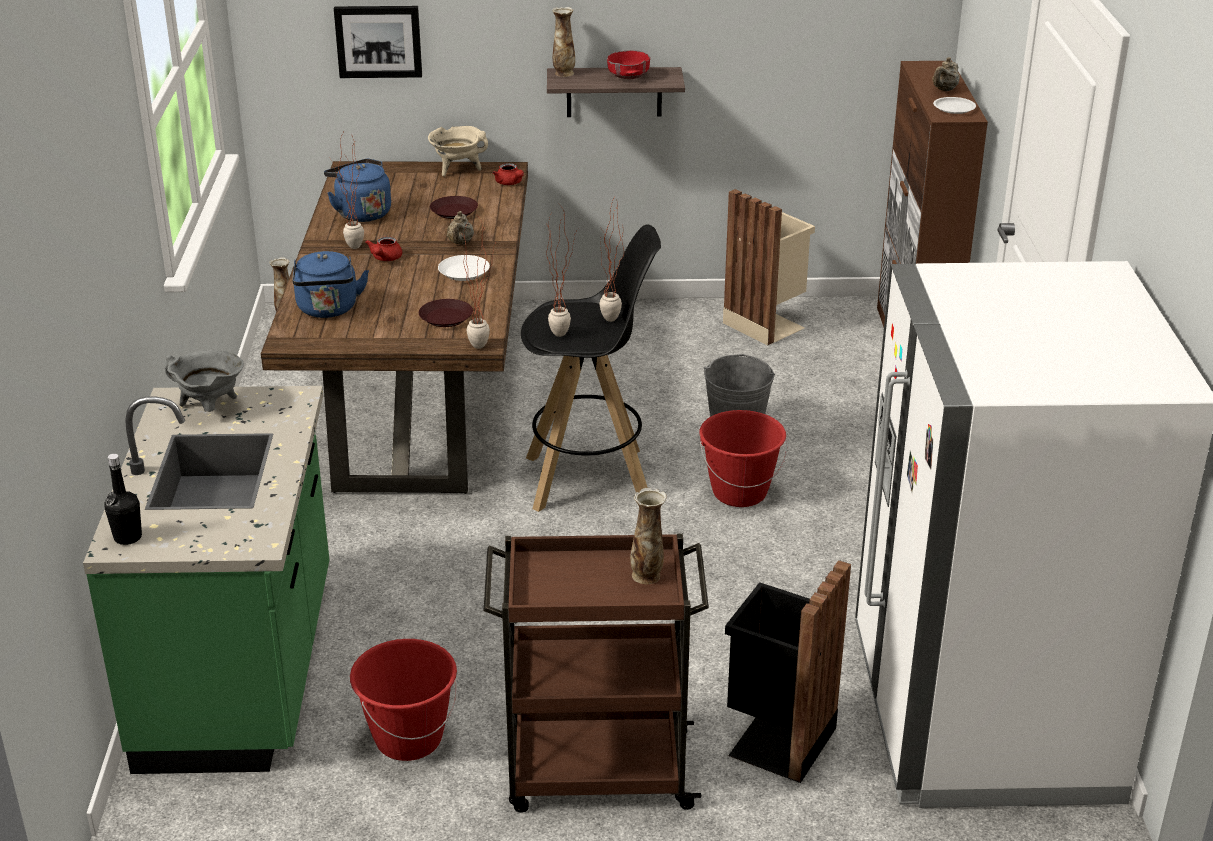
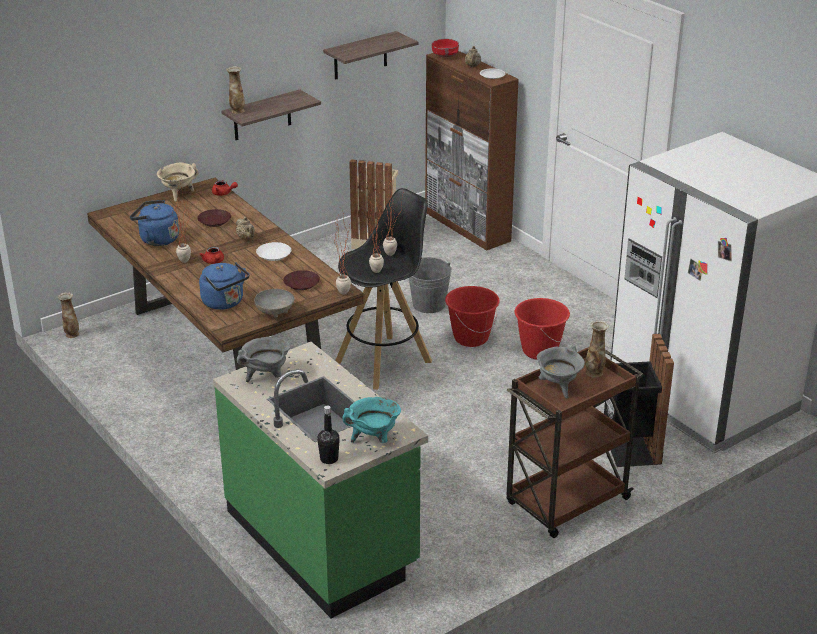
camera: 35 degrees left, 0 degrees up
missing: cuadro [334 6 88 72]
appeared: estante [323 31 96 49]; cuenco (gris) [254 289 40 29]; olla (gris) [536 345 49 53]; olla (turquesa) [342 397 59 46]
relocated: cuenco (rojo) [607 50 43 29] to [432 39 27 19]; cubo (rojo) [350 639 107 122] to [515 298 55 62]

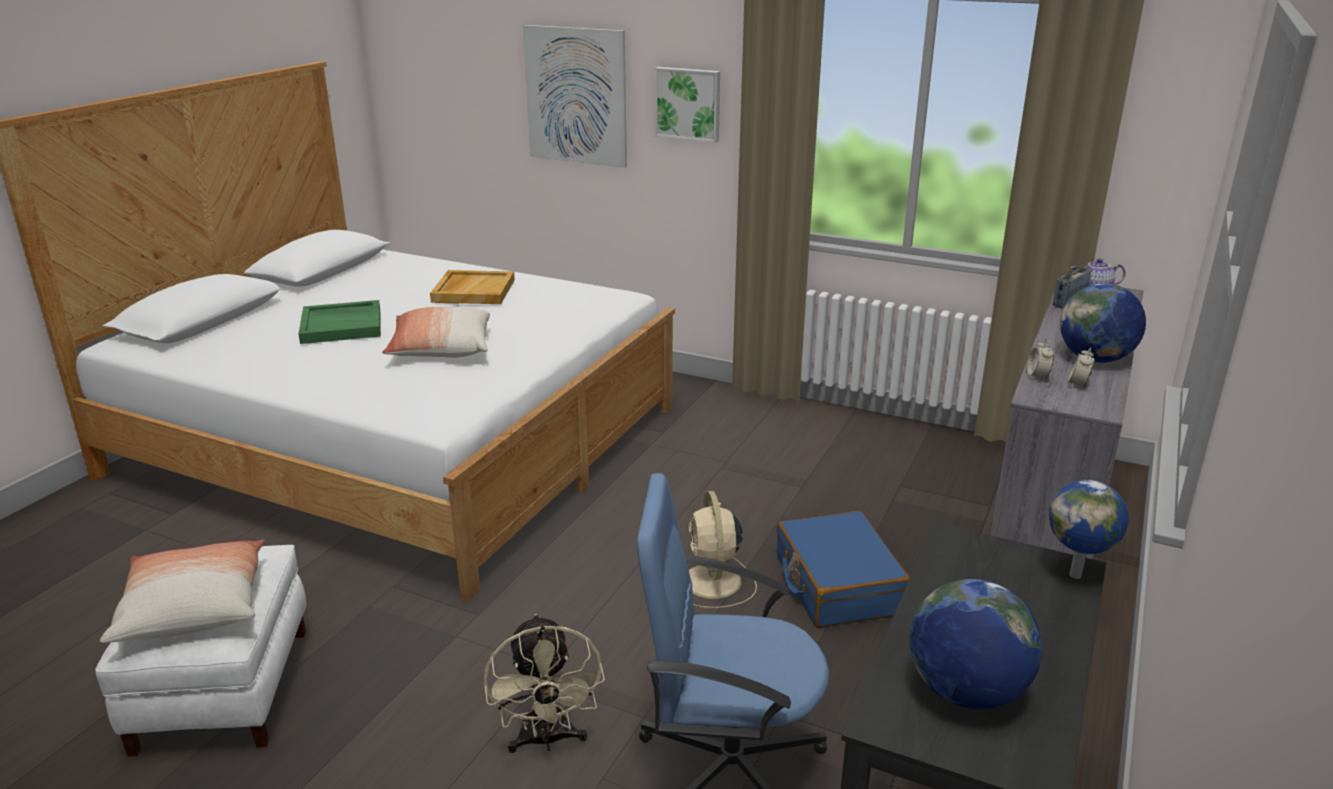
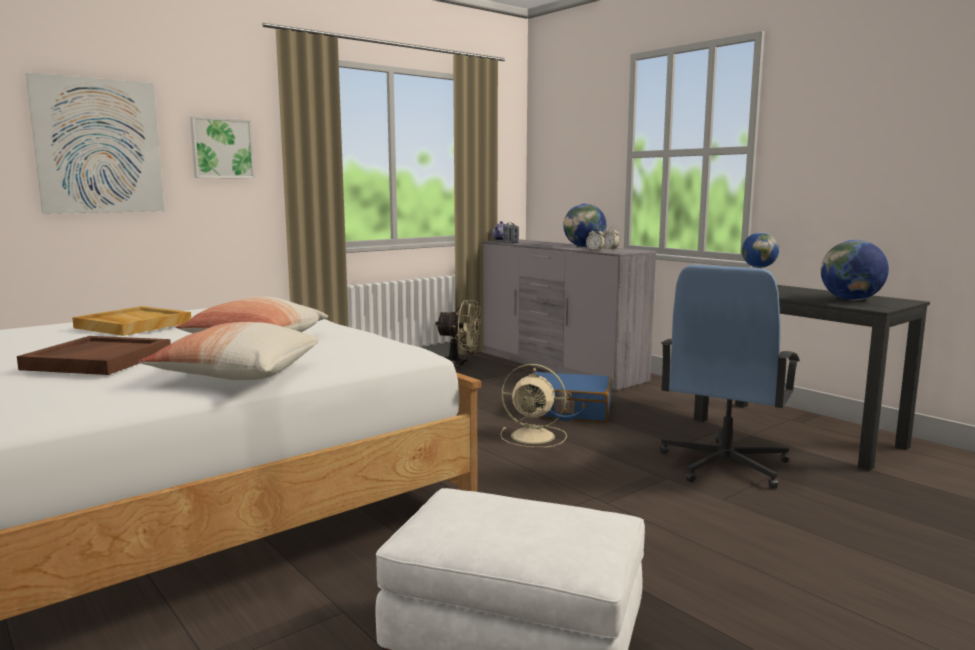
camera: 65 degrees left, 15 degrees down
relocated: cojín [100 540 165 103] to [139 322 180 58]; ventilador (beis) [484 614 121 139] to [436 300 46 70]
colour: bandeja (verde) [298 300 83 44] to bandeja (marrón) [17 336 154 39]

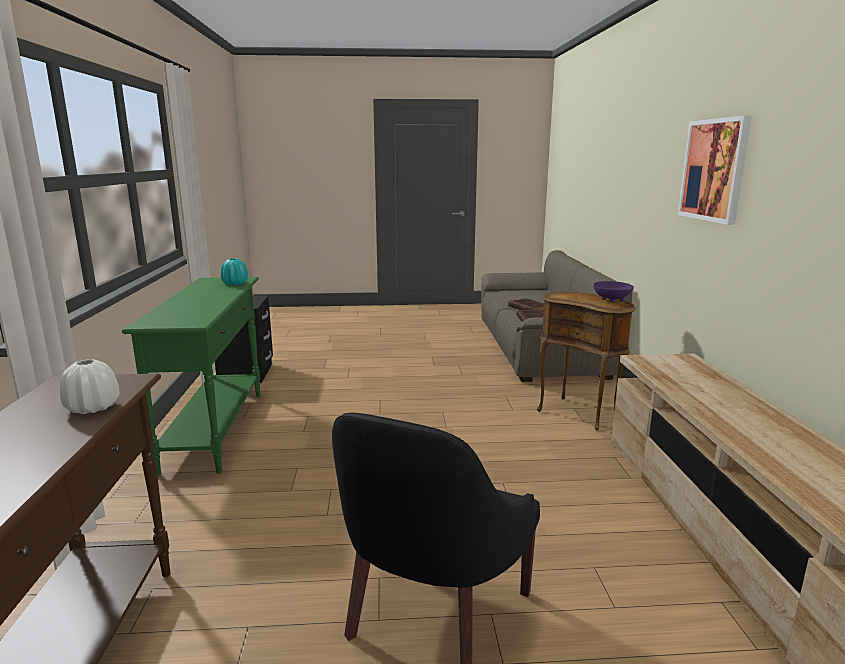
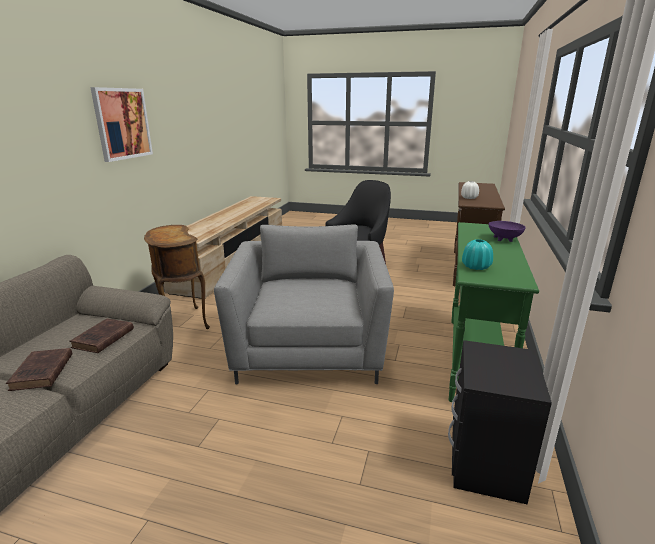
camera: 160 degrees left, 5 degrees up
appeared: sillón (gris) [214 225 180 160]
relocated: cuenco (morado) [594 281 40 22] to [488 221 38 21]

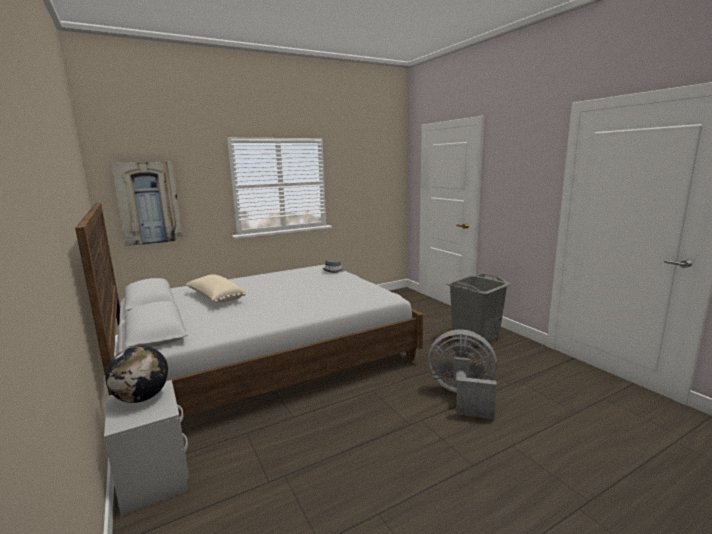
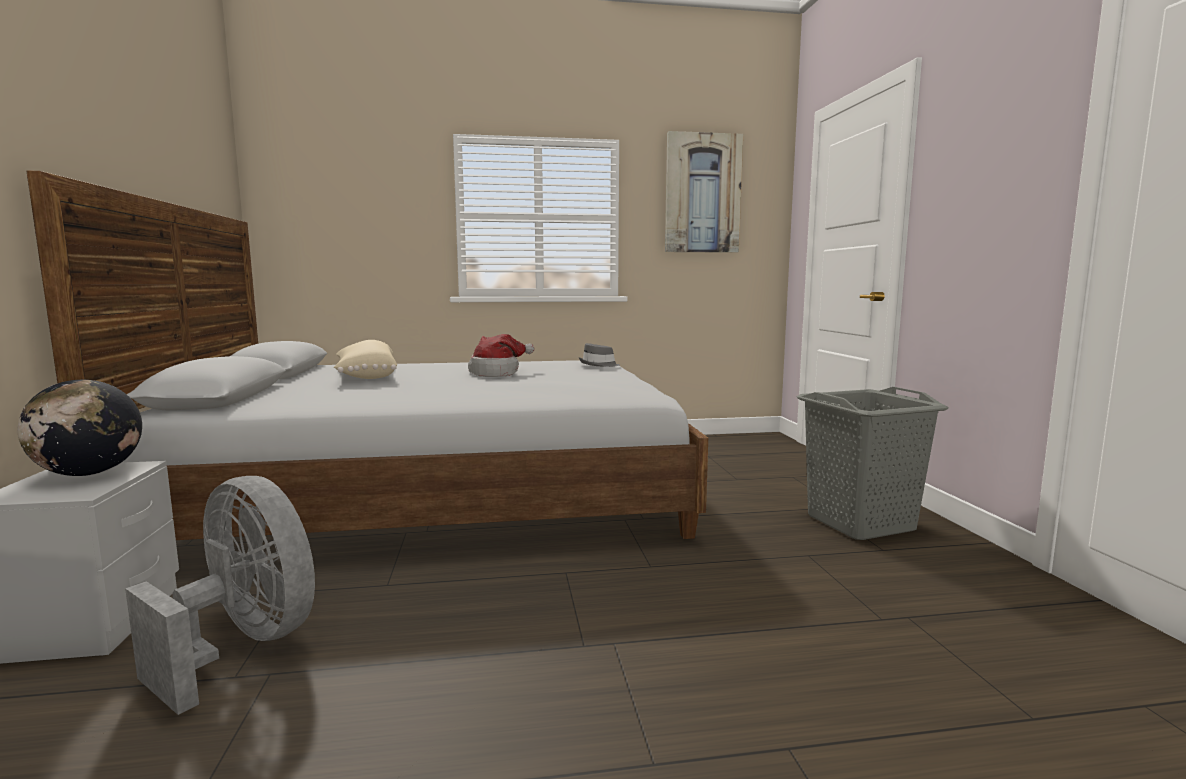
camera: 20 degrees right, 5 degrees down
appeared: sombrero [468 334 67 43]
relocated: cuadro [111 162 72 84] to [665 131 78 122]; ventilador (gris) [428 330 69 89] to [125 476 190 239]

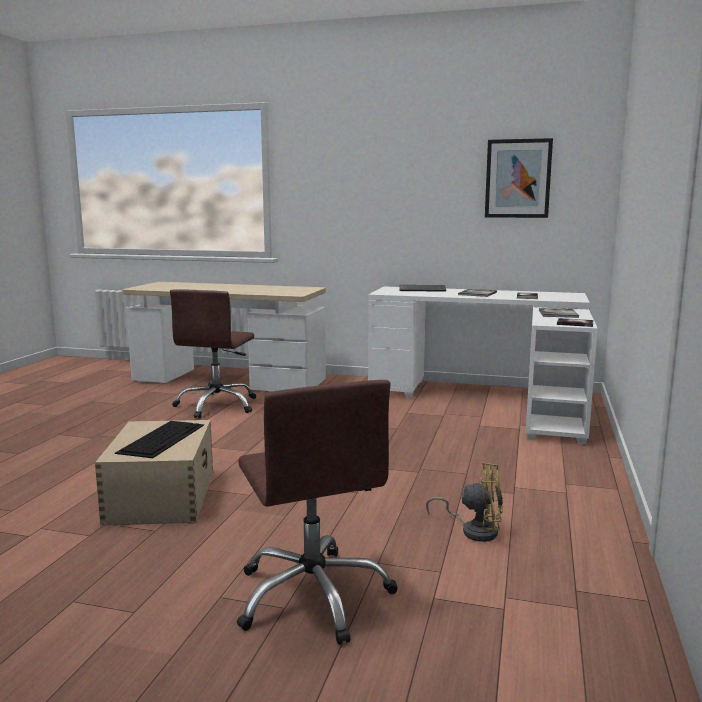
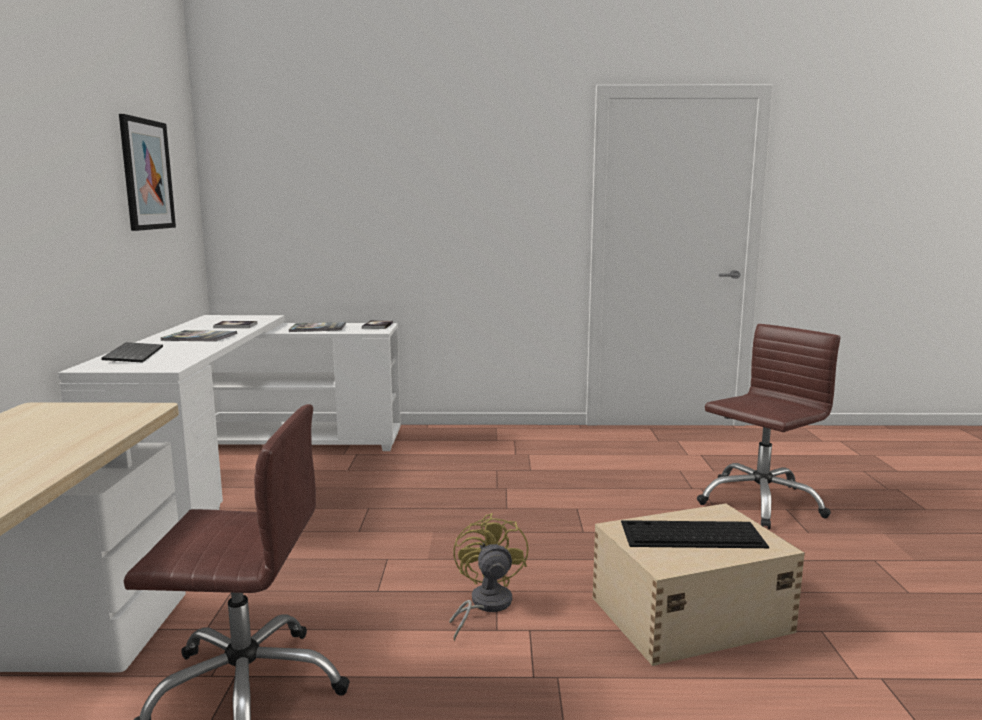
camera: 105 degrees left, 0 degrees up
relocated: ventilador (amarillo) [426 462 77 80] to [449 513 80 128]

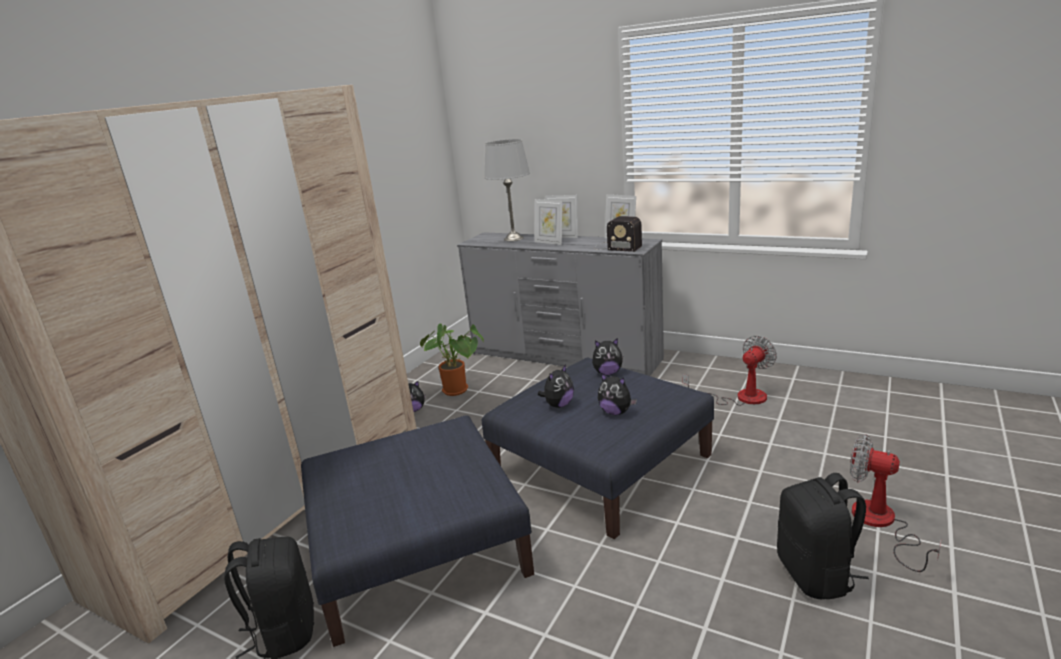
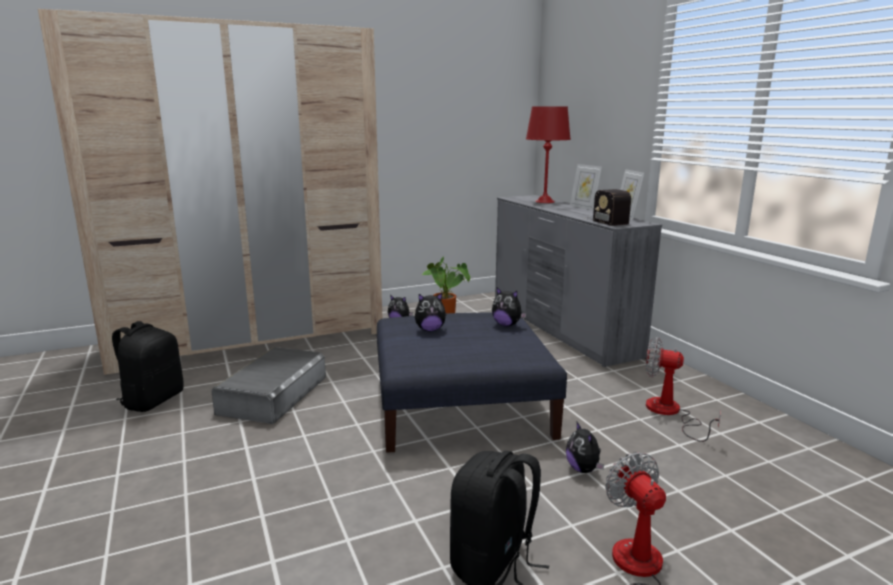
camera: 35 degrees right, 5 degrees down
missing: portarretratos [534 199 29 46]
relocated: peluche [598 373 39 42] to [566 422 38 51]
exchanged: puf (azul) [301 415 233 232] to caja de almacenaje (gris) [211 347 115 77]
colour: lámpara de mesa (gris) [484 139 46 102] to lámpara de mesa (rojo) [526 106 45 97]
spun: ventilador [682 336 95 70] = [646 337 75 105] 150 degrees counterclockwise

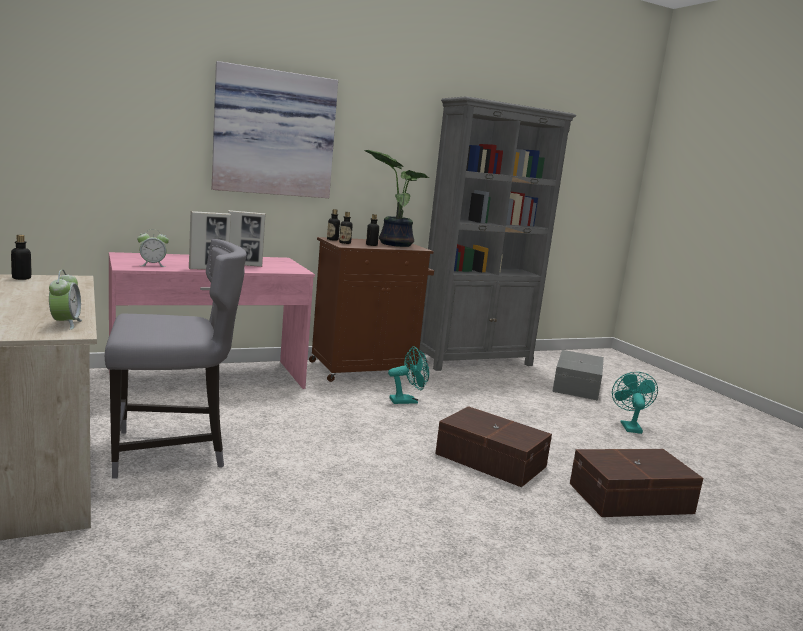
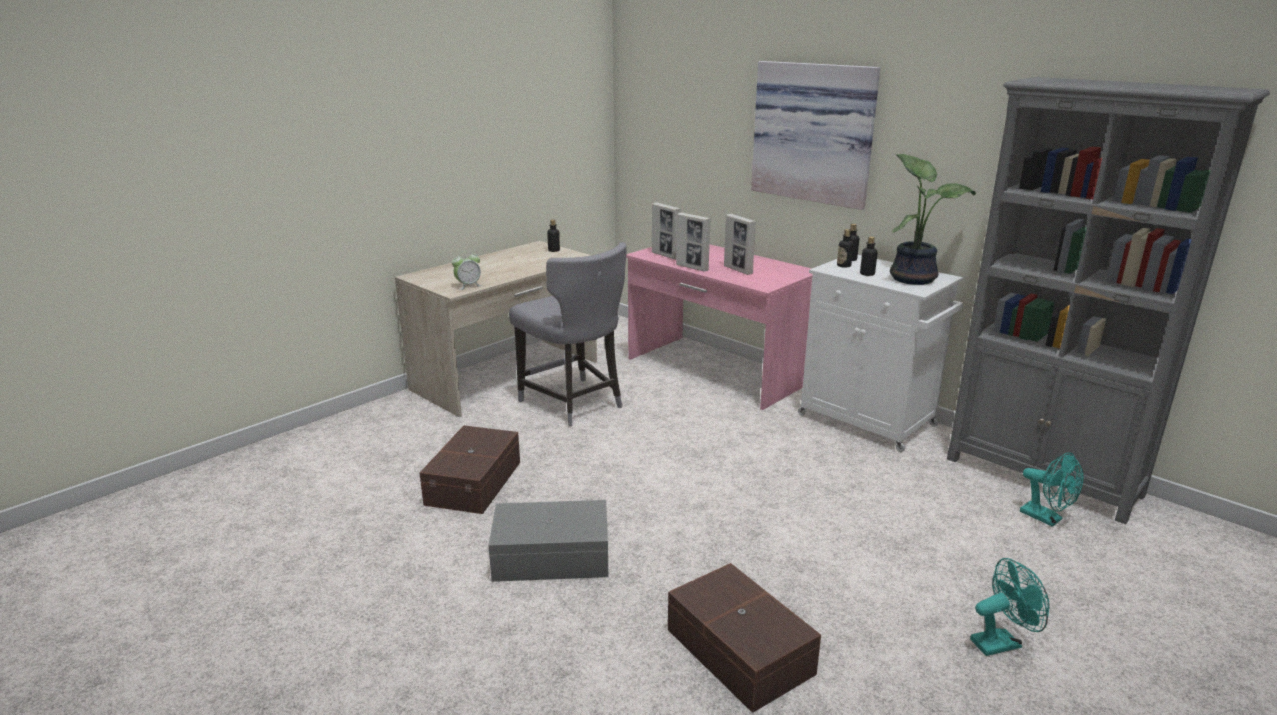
camera: 70 degrees right, 10 degrees up
relocated: ventilador (turquesa) [388 346 41 58] to [1020 452 63 75]; caja de almacenaje (gris) [552 350 52 51] to [488 500 121 82]; caja de almacenaje (marrón) [435 406 117 81] to [420 425 100 89]
exchanged: despertador [137 233 32 34] to portarretratos [652 202 29 58]
colour: armario (marrón) [309 237 125 145] to armario (blanco) [798 255 165 197]

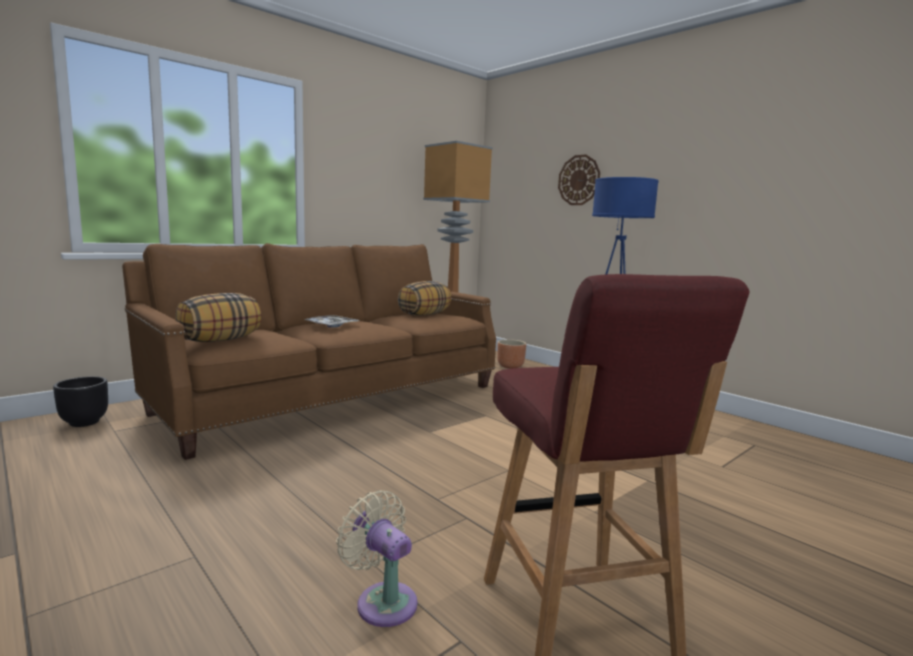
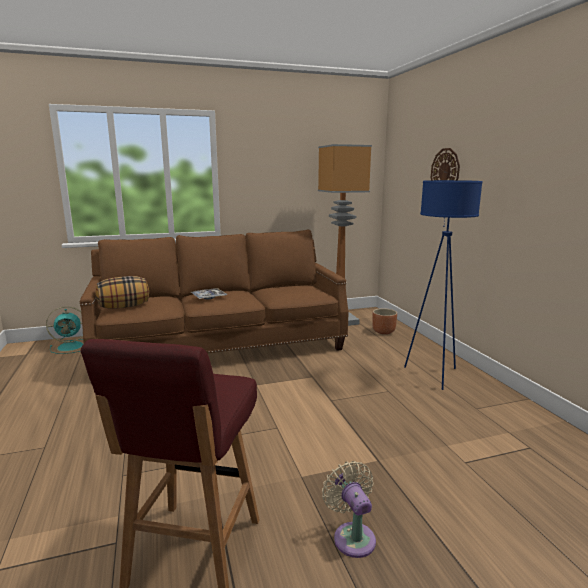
camera: 25 degrees right, 5 degrees up
missing: cojín [398 281 54 35]
relocated: ventilador (beis) [336 490 82 137] to [322 461 54 97]
exchanged: maceta (negro) [53 376 55 51] to ventilador (turquesa) [46 306 38 48]

